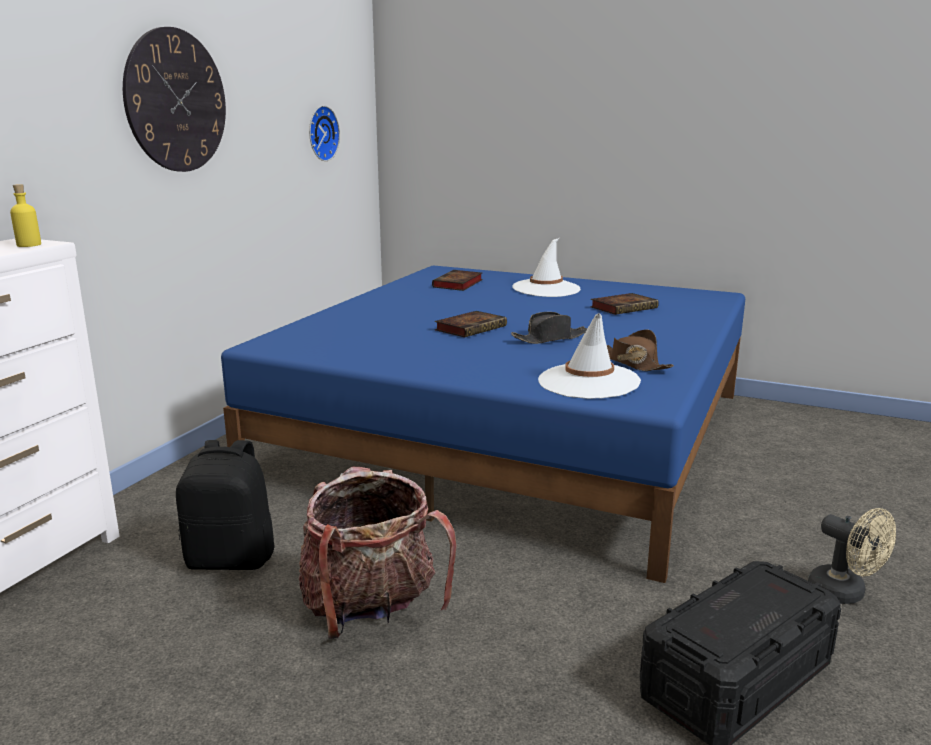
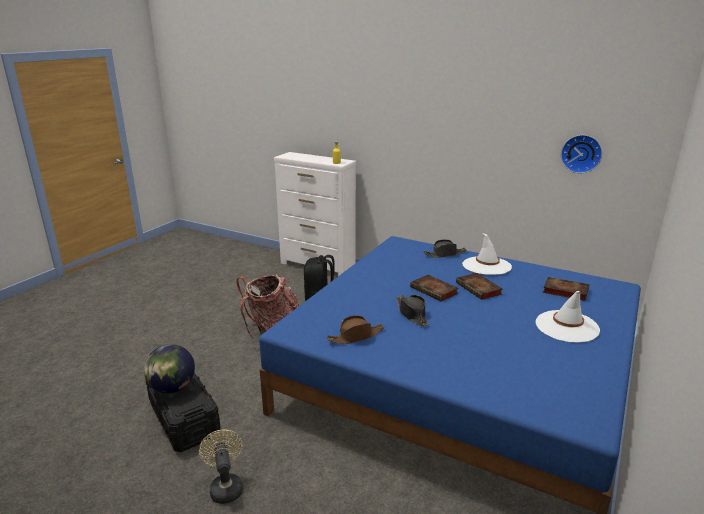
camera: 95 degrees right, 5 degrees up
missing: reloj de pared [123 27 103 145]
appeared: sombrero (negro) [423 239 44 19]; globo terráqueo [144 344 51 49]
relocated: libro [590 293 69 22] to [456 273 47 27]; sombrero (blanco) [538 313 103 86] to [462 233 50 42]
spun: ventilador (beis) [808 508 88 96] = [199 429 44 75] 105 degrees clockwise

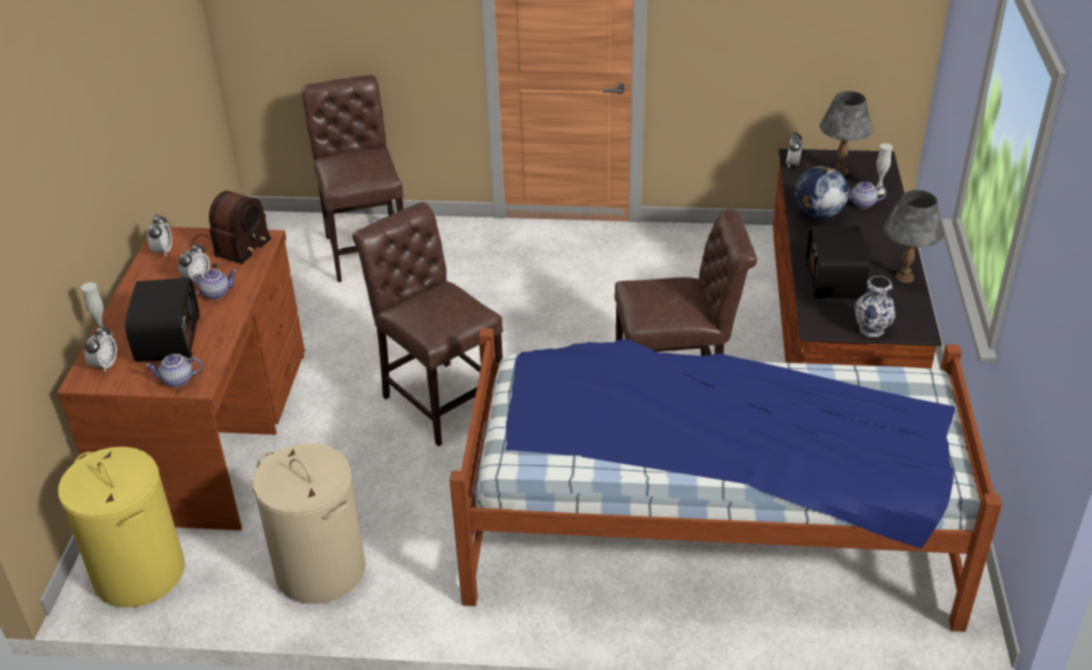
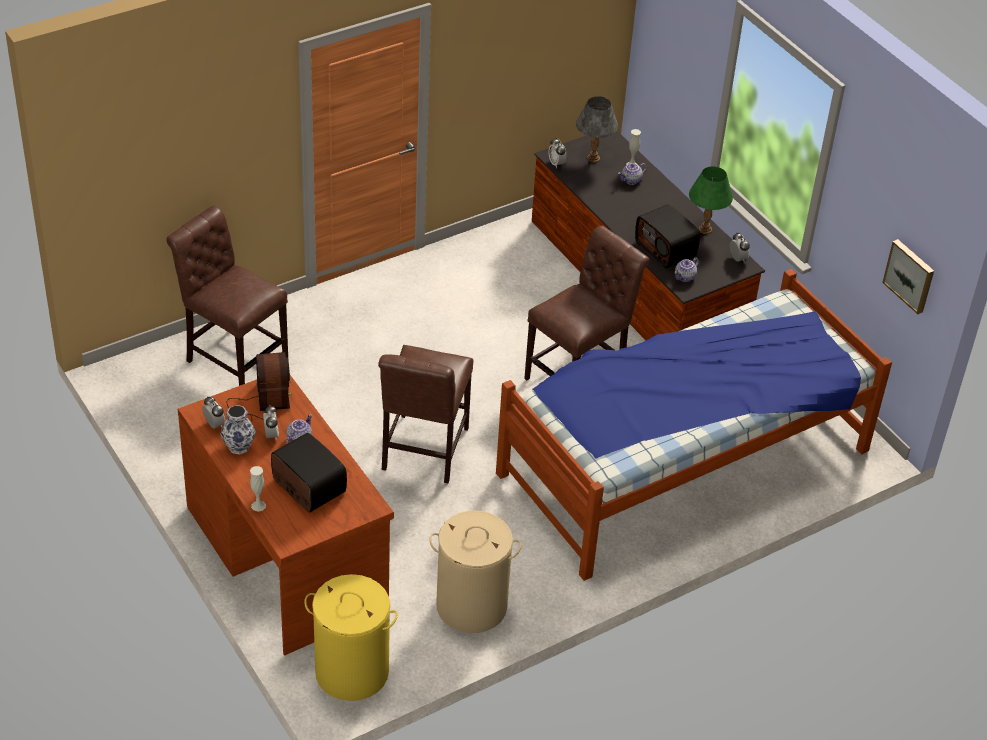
camera: 40 degrees left, 5 degrees up
missing: globo terráqueo [795 166 54 53]
appeared: cuadro [882 239 52 75]
relocated: florero [855 276 41 61] to [220 405 36 50]; despertador [84 326 33 46] to [730 233 20 29]; tetera [145 354 58 33] to [674 257 25 25]
colour: lámpara de mesa (gris) [883 190 61 93] to lámpara de mesa (verde) [689 166 44 68]
spun: silla (marrón) [352 202 151 244] = [378 345 95 138] 90 degrees counterclockwise

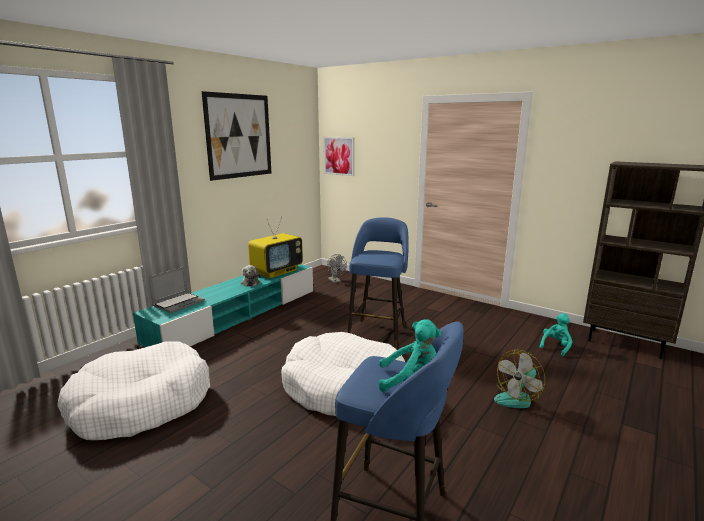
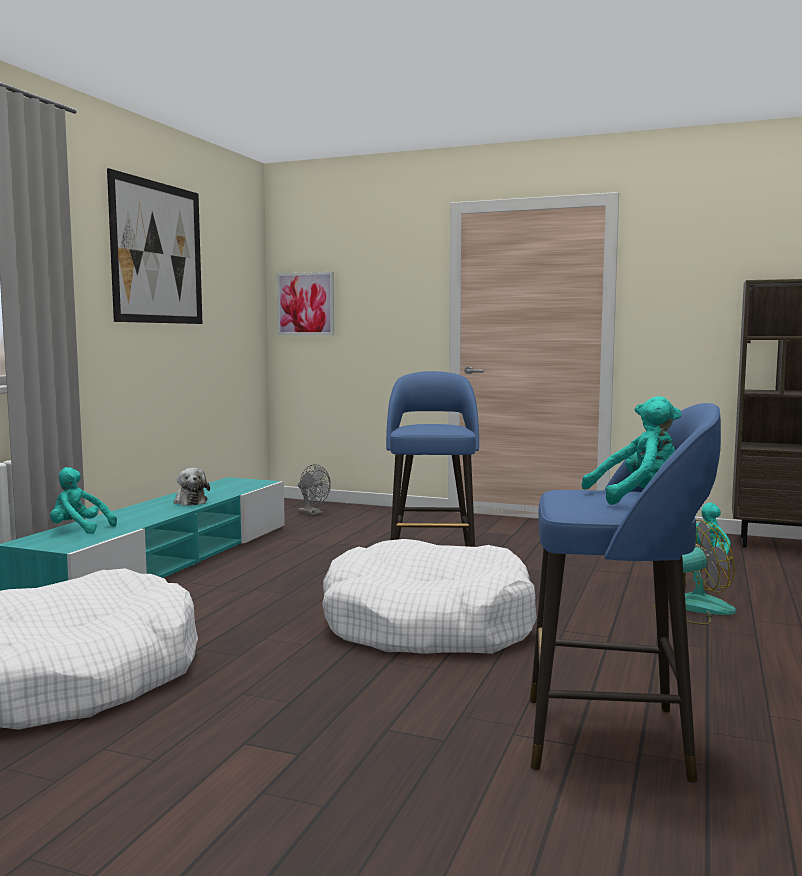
camera: 15 degrees left, 10 degrees down
missing: televisor [248 217 55 61]
exchanged: portátil [149 266 56 47] to peluche (turquesa) [50 467 67 67]
spun: ventilador [494 350 51 58] = [653 520 83 105] 135 degrees counterclockwise

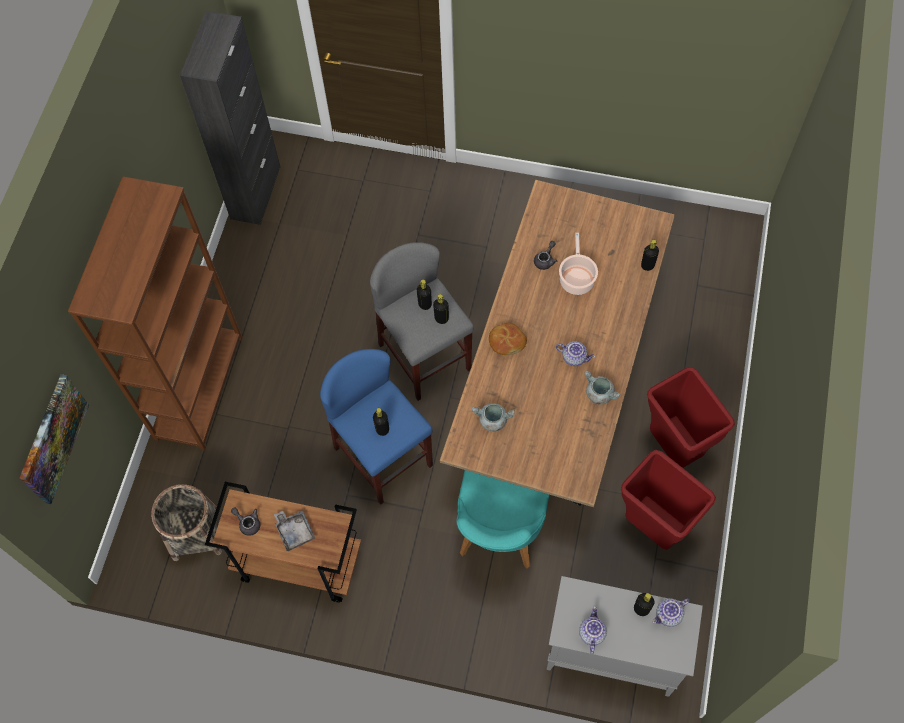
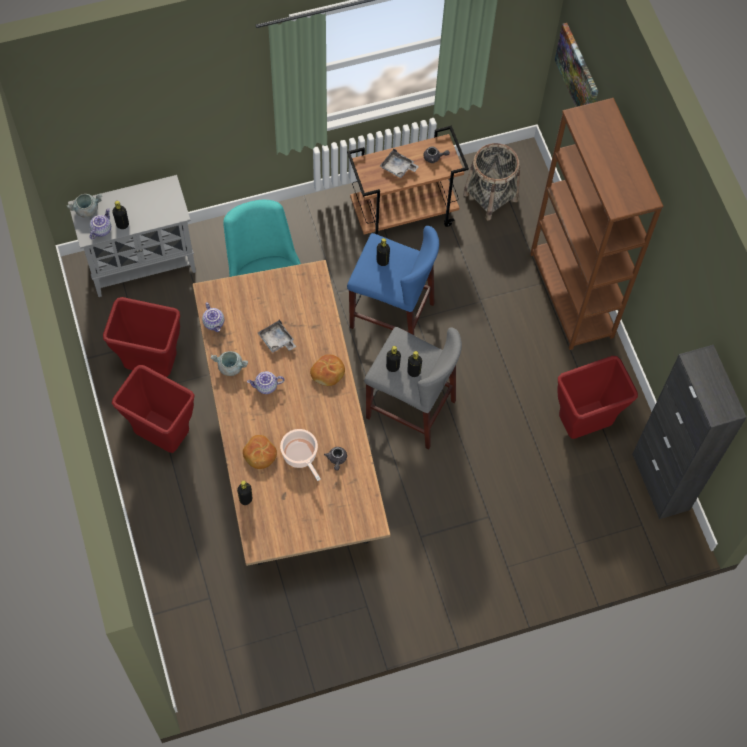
camera: 145 degrees right, 0 degrees up
appeared: bandeja (gris) [258 319 38 34]; papelera (rojo) [557 356 81 83]; pan [243 435 34 34]
relocated: olla (gris) [472 403 43 29] to [67 193 35 25]; tetera [579 606 28 48] to [202 302 22 30]

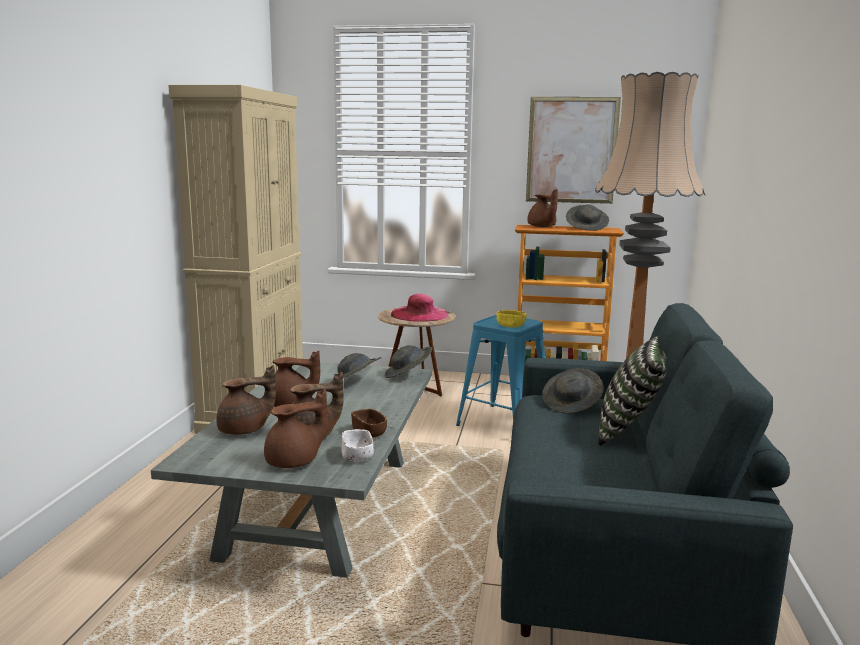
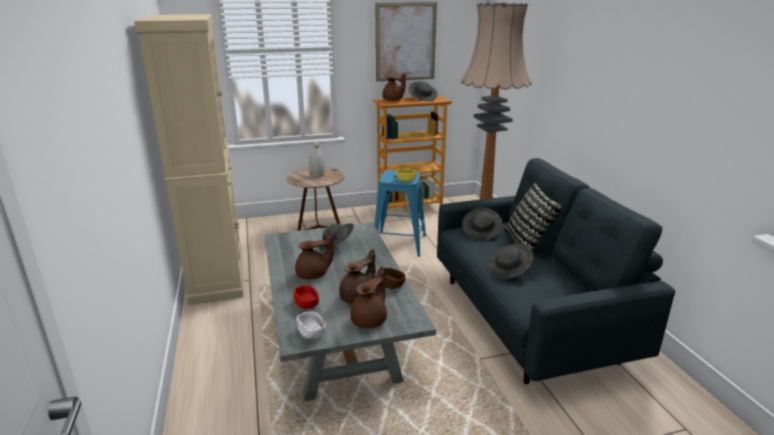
camera: 25 degrees left, 10 degrees up
relocated: sombrero (gris) [385 346 47 32] to [489 244 44 35]; cuenco (blanco) [342 429 32 33] to [296 311 30 28]
exchanged: sombrero (rosa) [391 294 58 28] to florero (blanco) [309 141 16 37]; tetera (marrón) [217 365 59 70] to cuenco (rojo) [293 285 26 24]

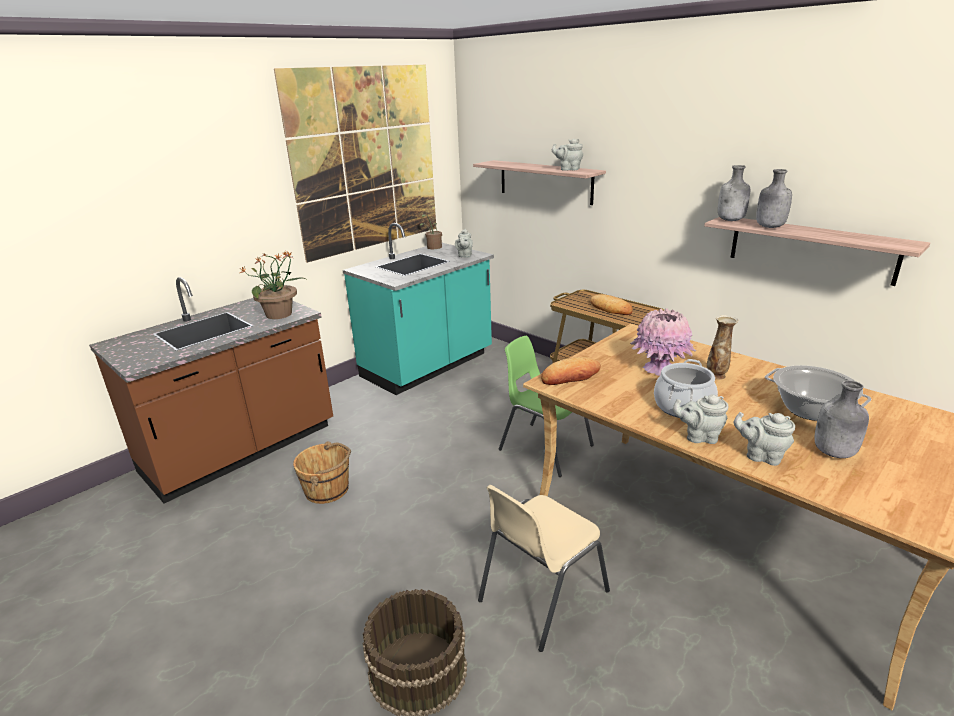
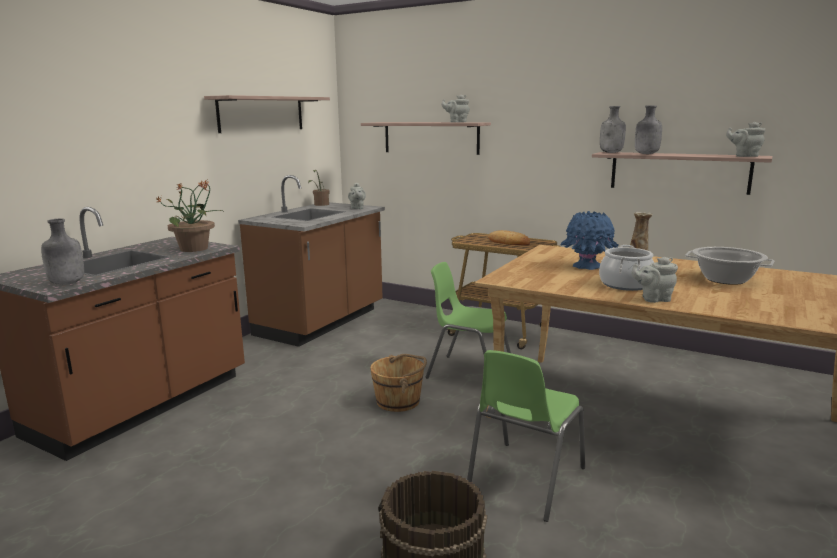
camera: 15 degrees left, 10 degrees down
missing: pan [541 357 60 28]
relocated: botella (gris) [814 380 55 78] to [41 219 43 66]; tetera (gris) [734 412 61 54] to [726 122 39 35]; cubo (marrón) [293 441 58 63] to [370 354 57 58]
exchanged: cuadro [274 65 162 198] to estante [204 95 126 38]
colour: mueble bajo de cocina (turquesa) [343 223 151 172] to mueble bajo de cocina (marrón) [238 175 147 172]; florero (rosa) [630 308 66 68] to florero (azul) [560 211 59 59]; silla (beis) [478 485 132 167] to silla (verde) [467 350 118 172]

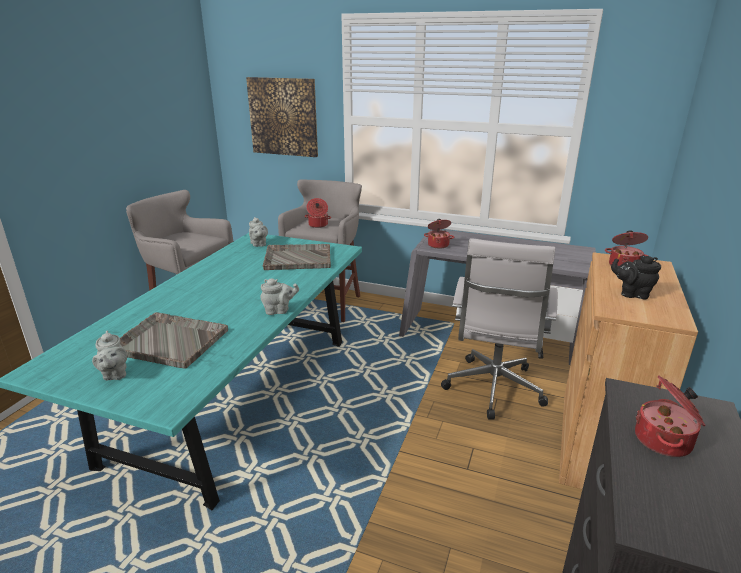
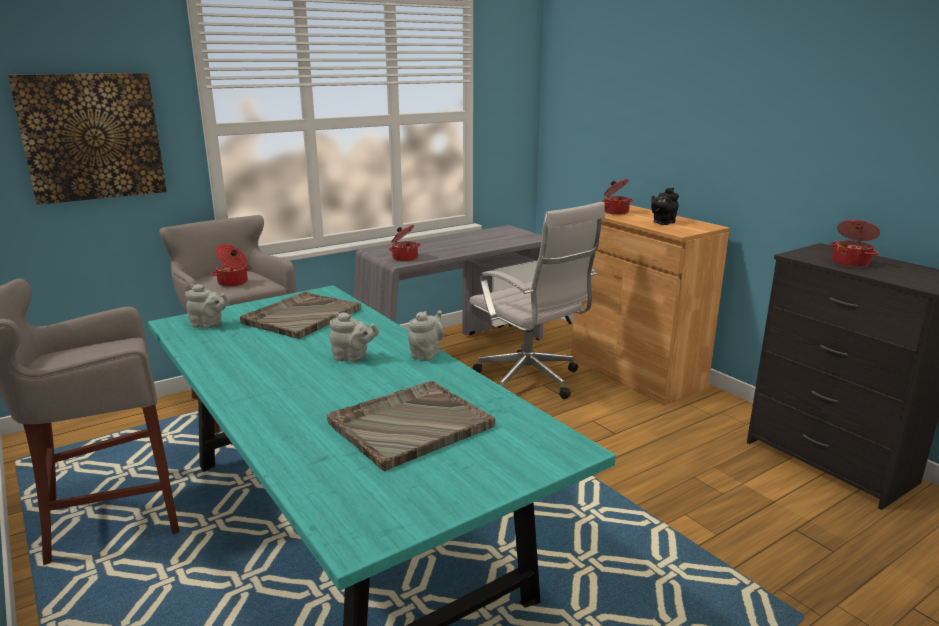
camera: 55 degrees left, 5 degrees down
relocated: tetera (gris) [92 331 35 49] to [329 312 50 50]

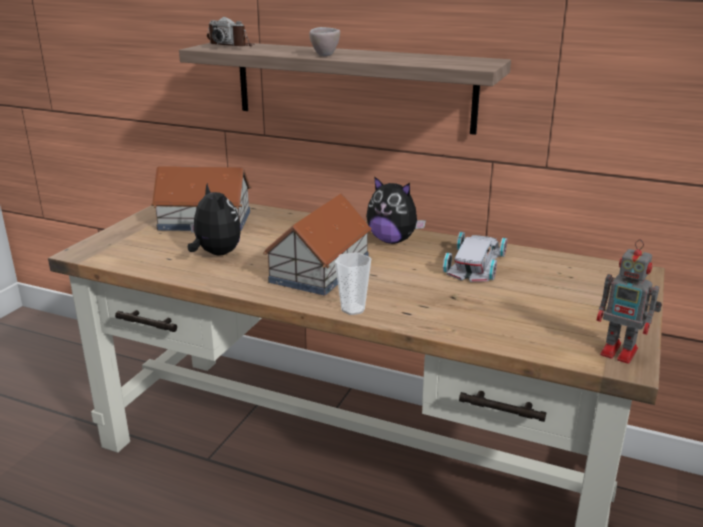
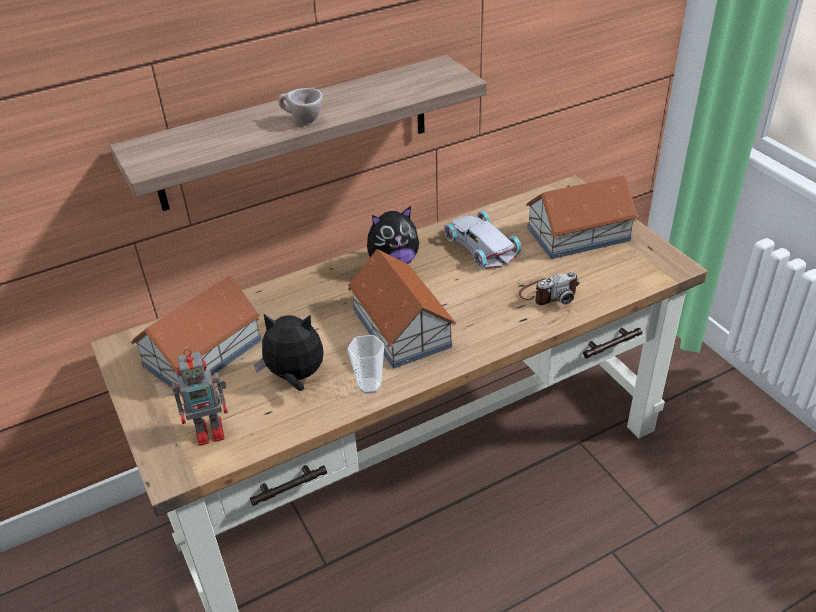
camera: 50 degrees left, 15 degrees up
appeared: casita [526 175 113 84]
relocated: cámara [207 17 48 29] to [519 271 60 34]; robot de juguete [596 239 66 125] to [172 349 56 97]; taza [335 252 36 63] to [348 335 36 59]

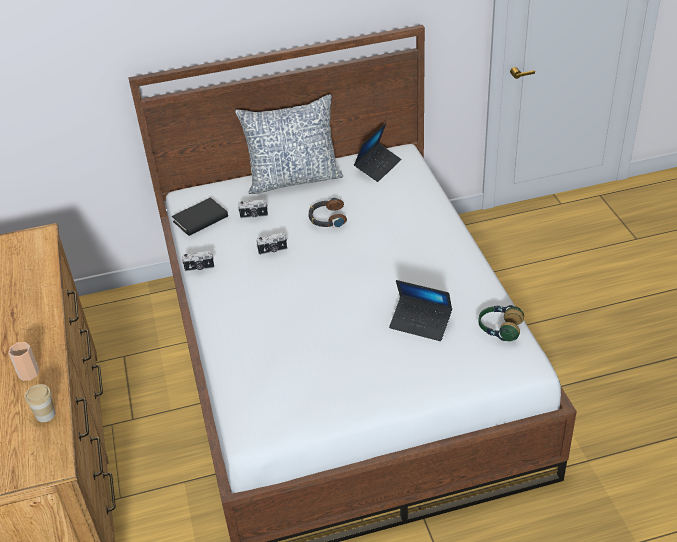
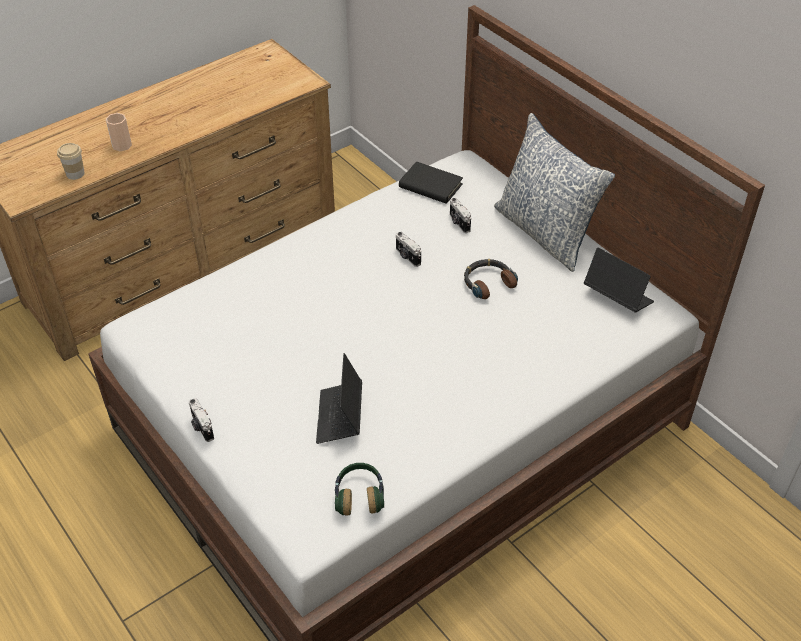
camera: 65 degrees right, 5 degrees up
relocated: cámara [182 251 32 21] to [189 398 25 44]
spun: portátil [354 123 47 59] = [584 248 70 65] 150 degrees counterclockwise

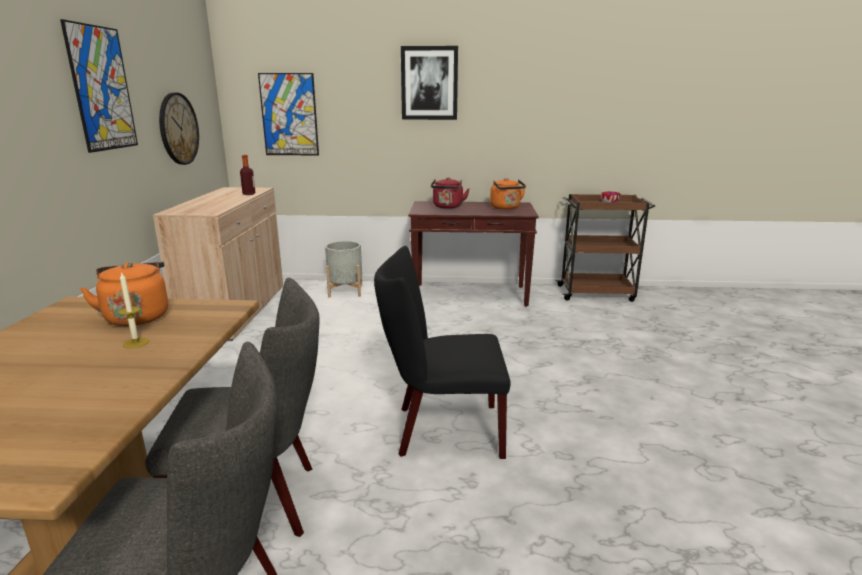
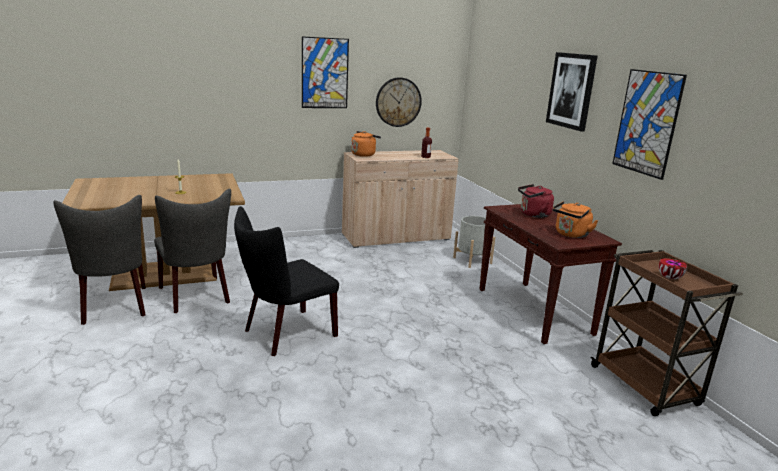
camera: 65 degrees right, 0 degrees up
relocated: cuadro [258 73 61 82] to [612 69 75 111]; hervidor (naranja) [80 262 88 64] to [351 131 30 26]
spun: silla (negro) [374 246 137 213] = [234 206 105 150] 105 degrees counterclockwise

